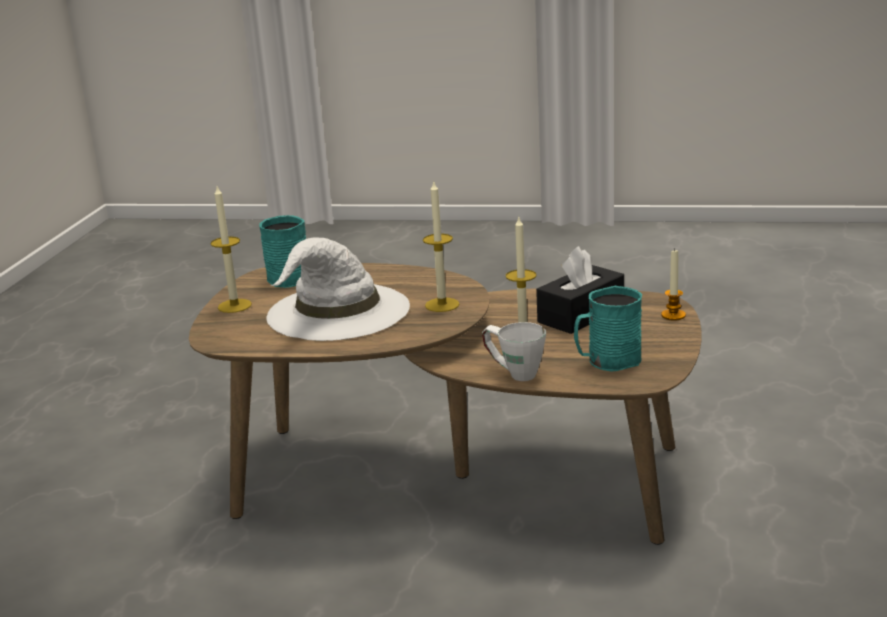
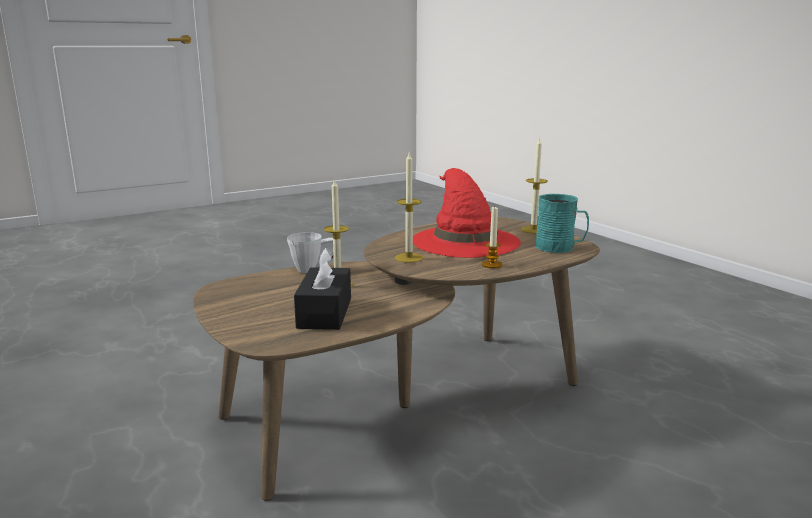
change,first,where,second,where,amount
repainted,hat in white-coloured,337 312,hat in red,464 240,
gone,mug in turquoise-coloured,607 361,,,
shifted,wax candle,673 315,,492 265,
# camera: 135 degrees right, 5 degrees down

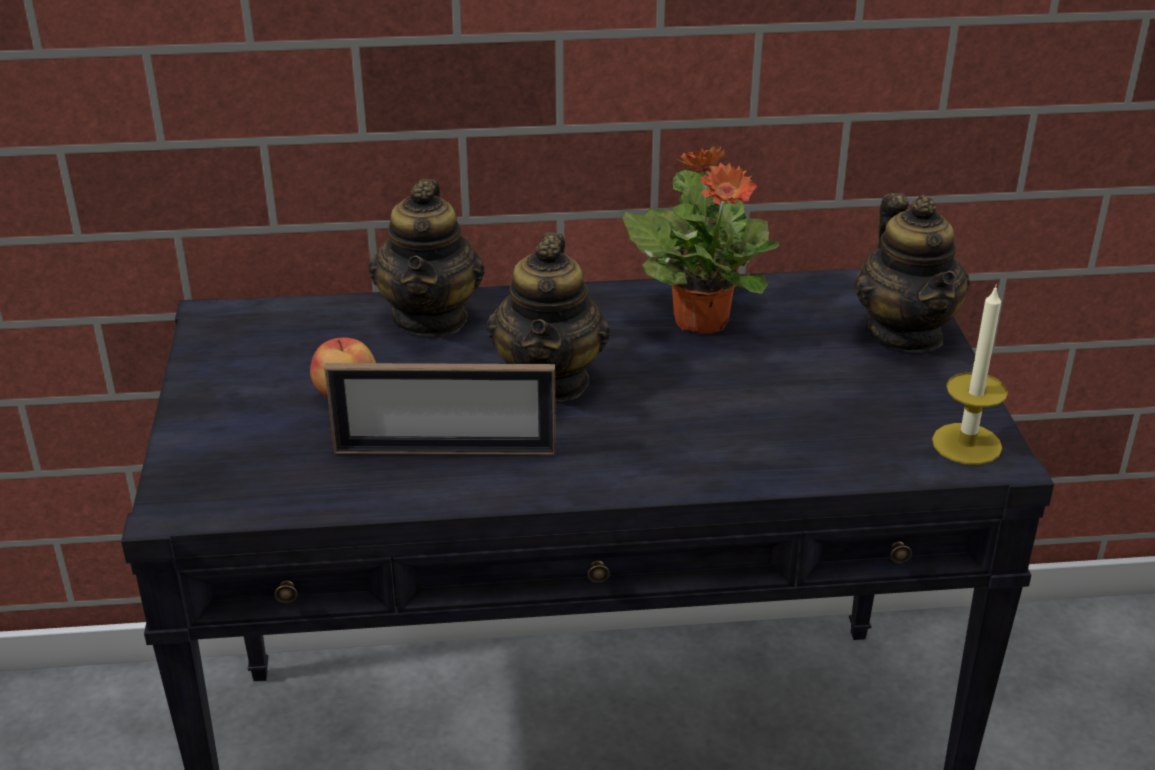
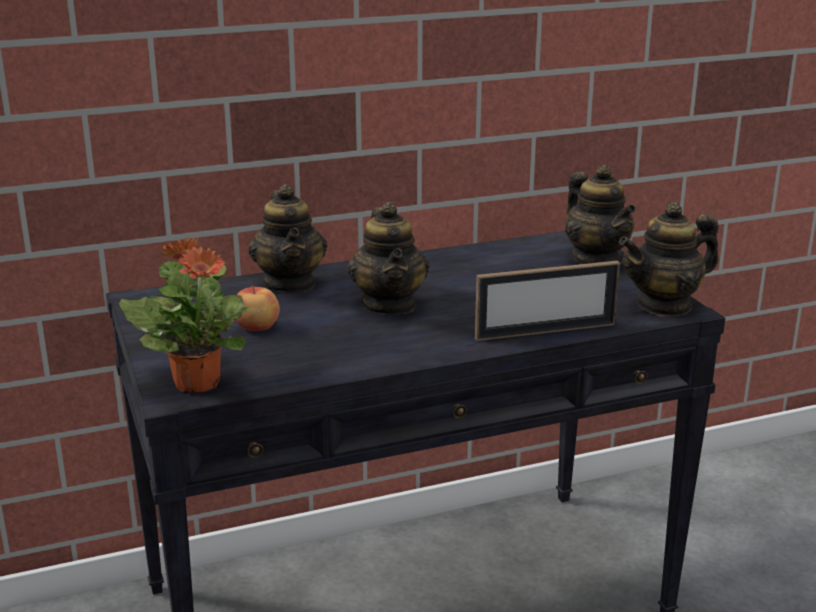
change,first,where,second,where,amount
shifted,photo frame,445 451,,545 331,
shifted,potted plant,701 320,,197 382,
swapped,wax candle,966 444,teapot,664 305,
# camera: 15 degrees left, 10 degrees down

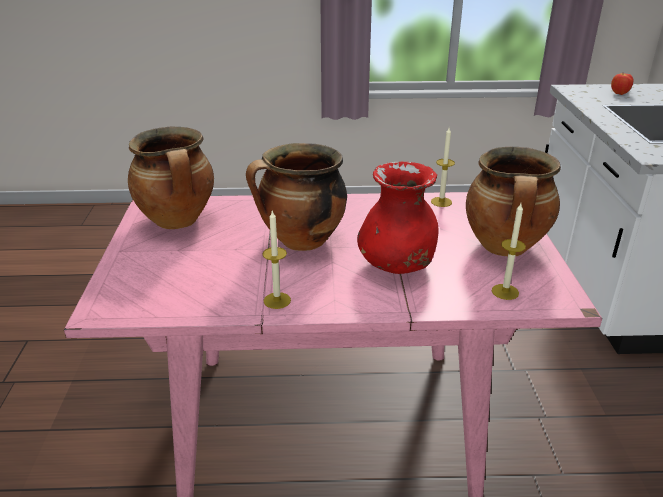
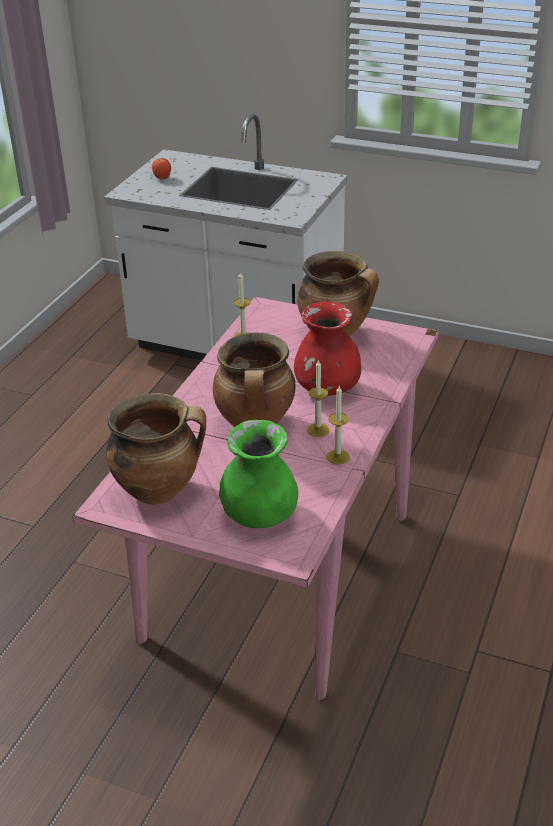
change,first,where,second,where,amount
shifted,wax candle,505 292,,318 430,
new,,,decorative vase in greenish,259 515,
# camera: 65 degrees left, 5 degrees up

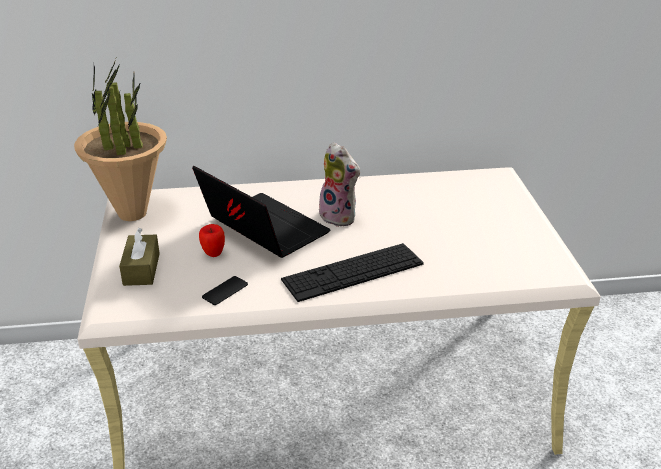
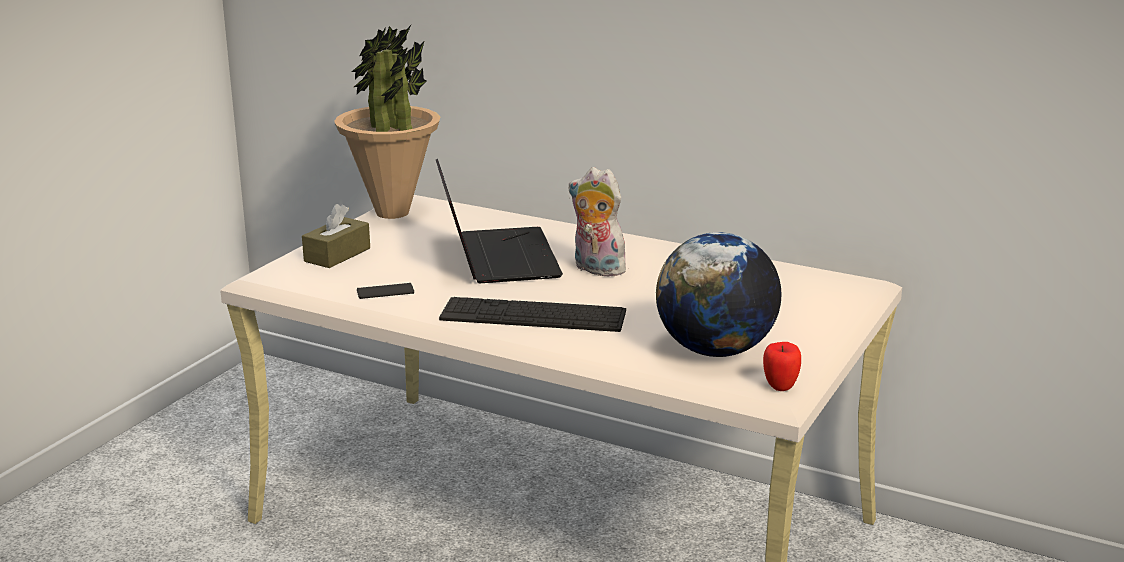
change,first,where,second,where,amount
shifted,apple,213 253,,780 387,
rotated,plush toy,340 217,,596 269,135 degrees clockwise
new,,,desk globe,715 350,
# camera: 35 degrees right, 10 degrees down

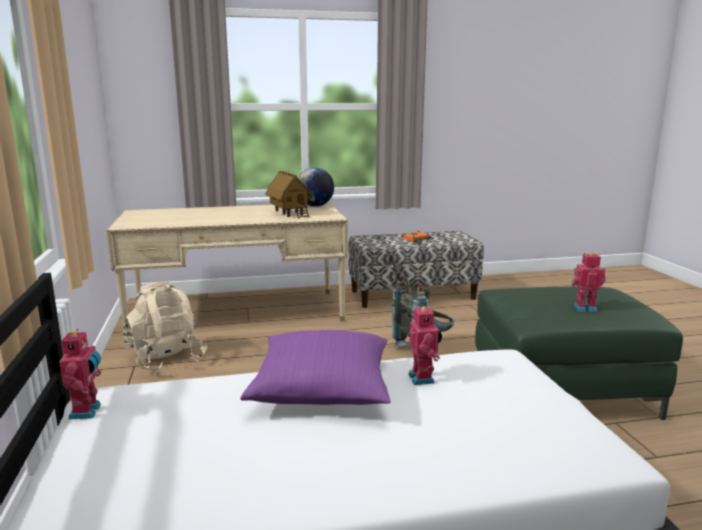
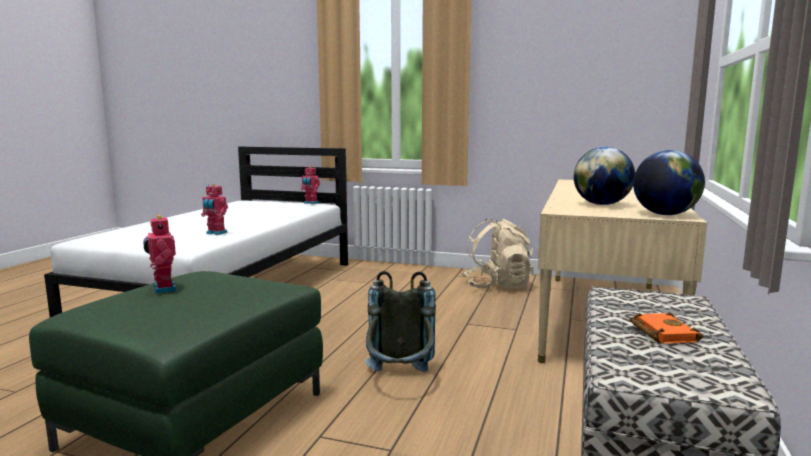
change,first,where,second,where,amount
gone,pillow in purple-coloured,322 389,,,
swapped,model house,289 214,desk globe,601 204,
rotated,robot figure,584 308,,163 289,120 degrees clockwise
# camera: 120 degrees right, 5 degrees down

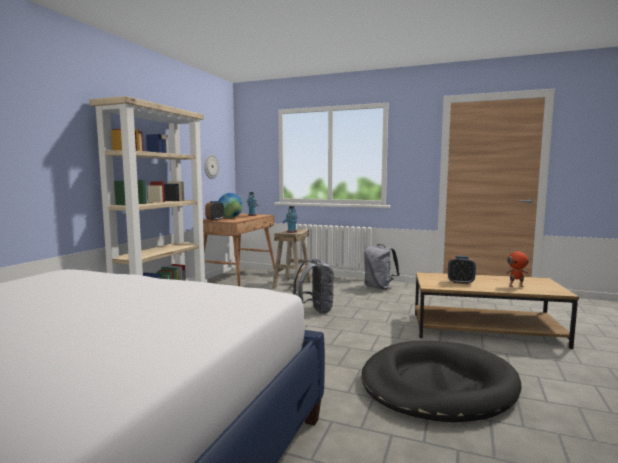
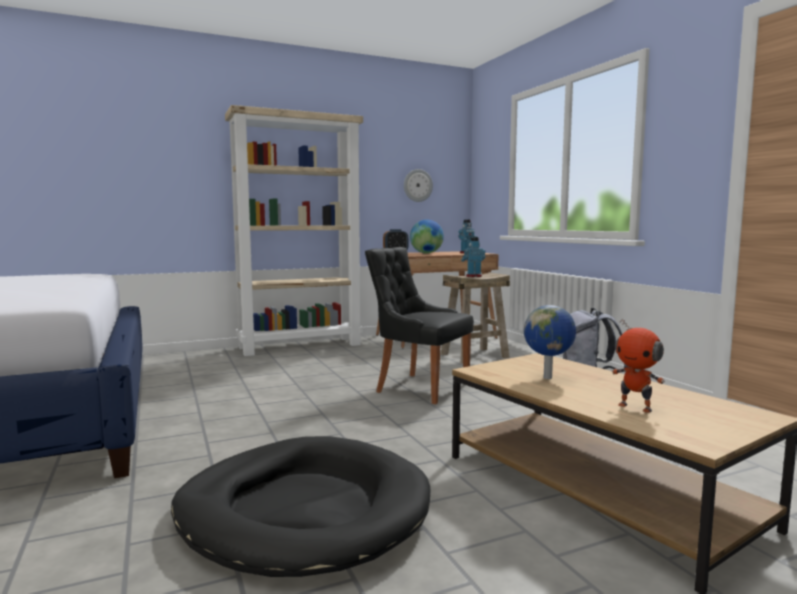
change,first,where,second,where,amount
swapped,knapsack in gray,315 310,upright chair in black-coloured,419 387,
swapped,table clock,460 282,desk globe,548 378,
# camera: 45 degrees right, 0 degrees up

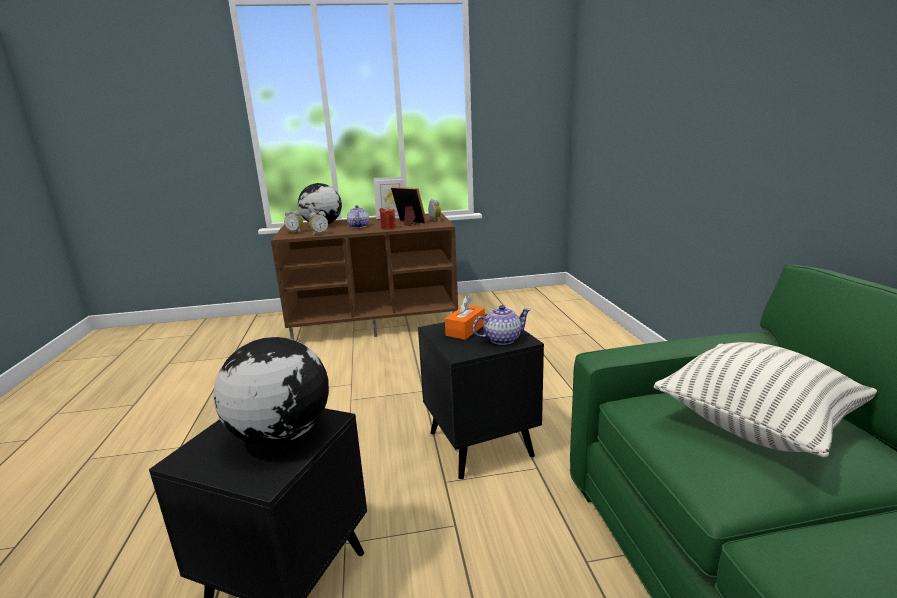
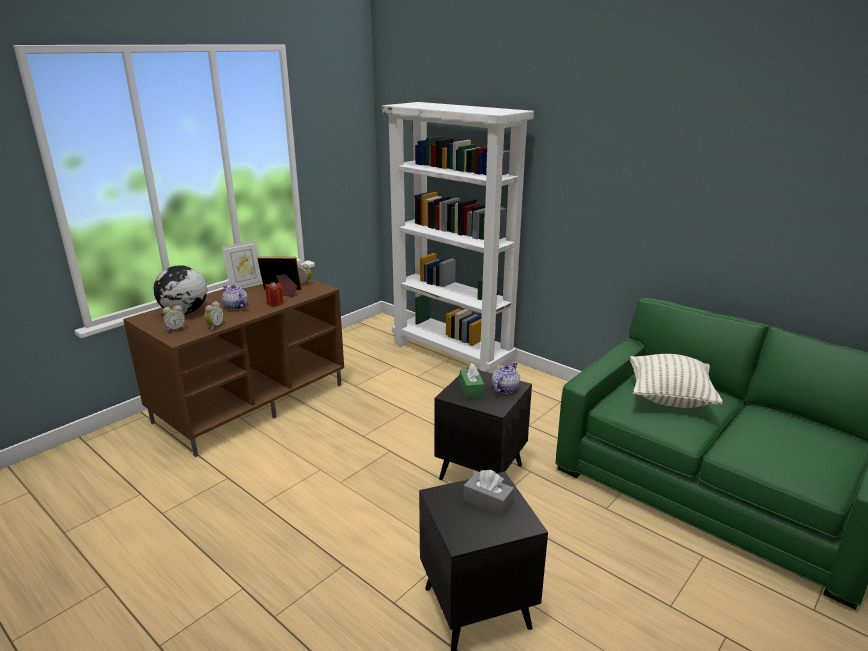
change,first,where,second,where,amount
swapped,desk globe,280 435,tissue box in gray,488 502,
repainted,tissue box in orangey,465 330,tissue box in greenish,471 389,
new,,,shelving unit in white-coloured,453 354,
# camera: 40 degrees left, 5 degrees up

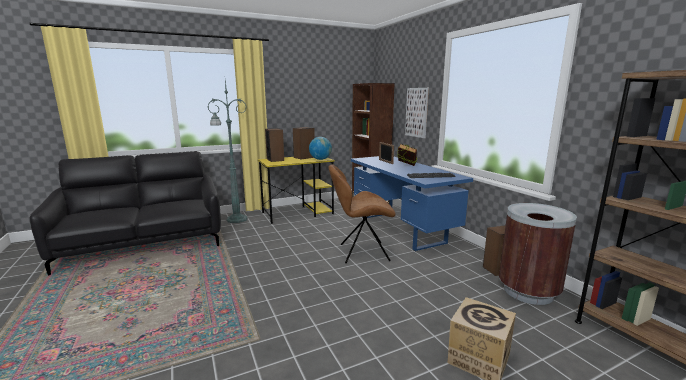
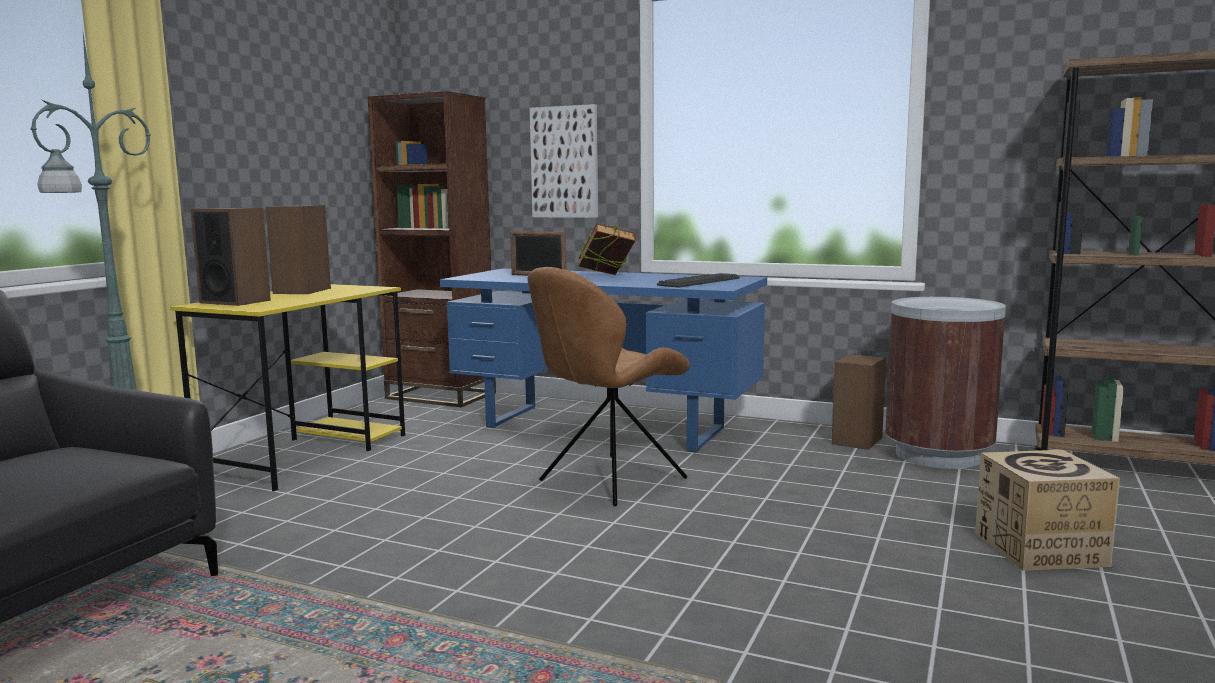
change,first,where,second,where,amount
gone,desk globe,320 159,,,
# camera: 40 degrees left, 5 degrees down

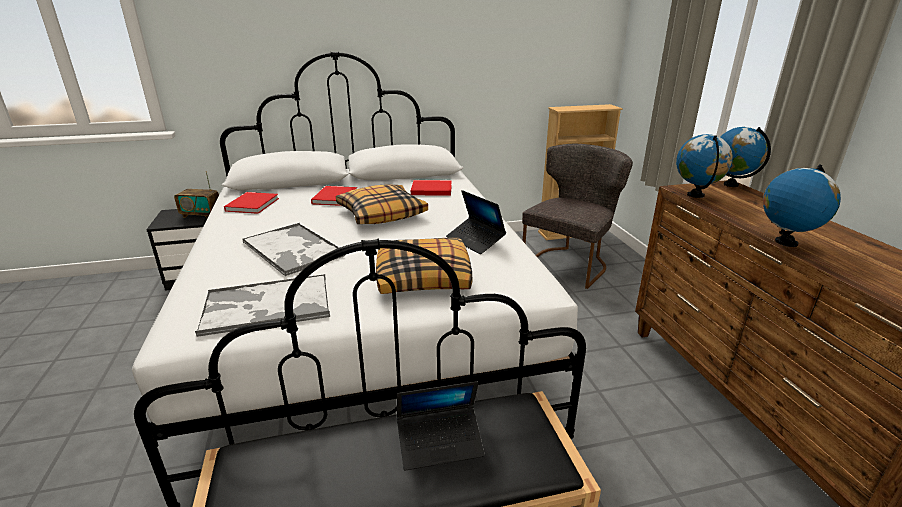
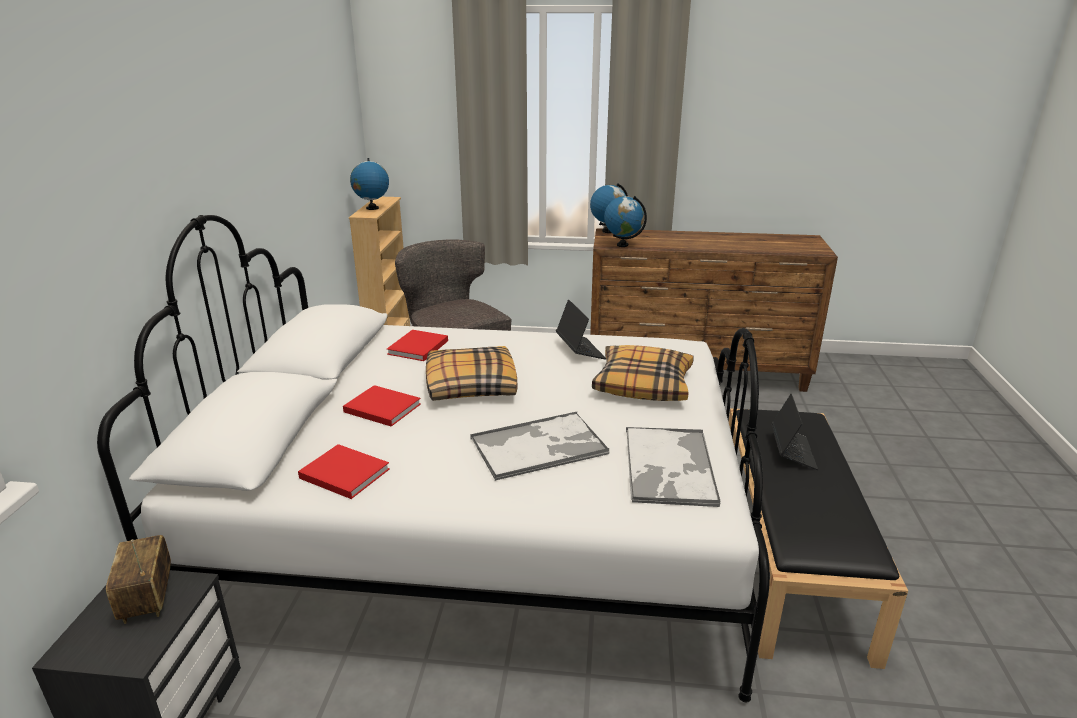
change,first,where,second,where,amount
rotated,radio receiver,201 215,,147 598,135 degrees clockwise
rotated,portable computer,475 241,,580 350,90 degrees counterclockwise
shifted,desk globe,786 242,,372 208,
# camera: 70 degrees left, 0 degrees up

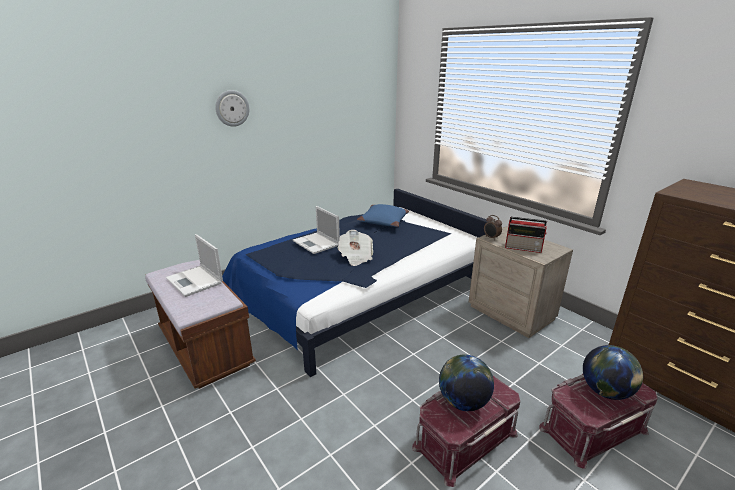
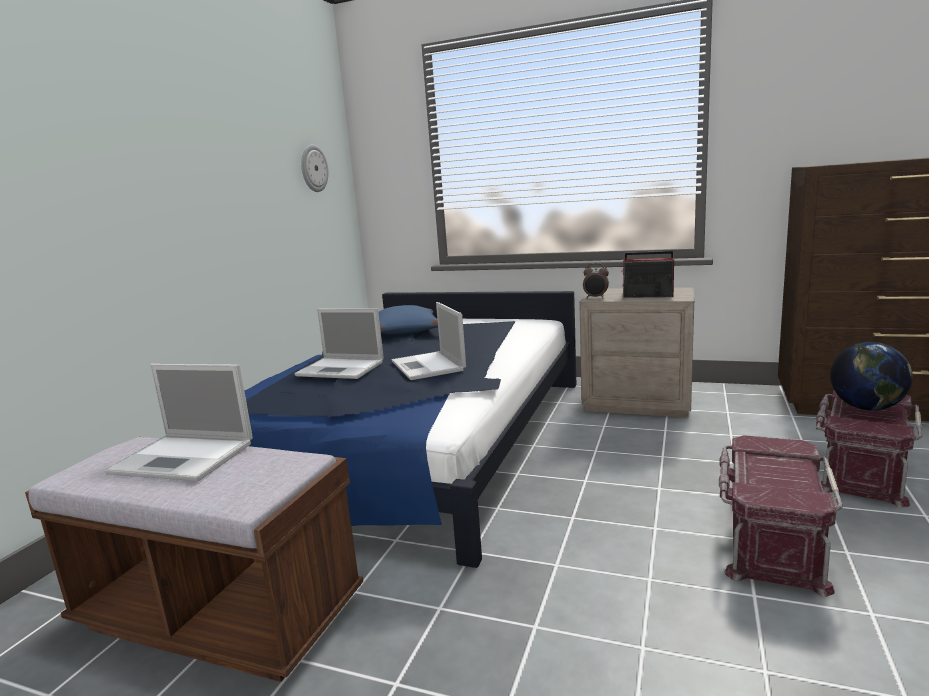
change,first,where,second,where,amount
shifted,wall clock,232 108,,313 168,
swapped,printed paper,356 257,portable computer,428 366,
gone,desk globe,463 402,,,
rotated,radio receiver,524 248,,647 296,150 degrees counterclockwise
# camera: 30 degrees left, 10 degrees down

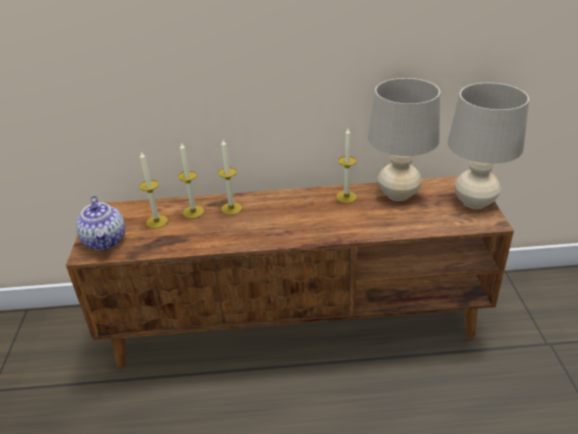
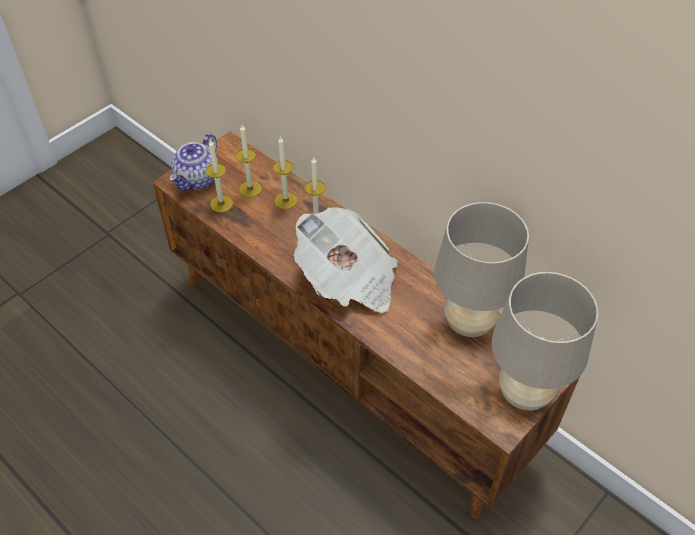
change,first,where,second,where,amount
shifted,wax candle,346 197,,221 204,
new,,,printed paper,348 279,
# camera: 45 degrees right, 15 degrees up

